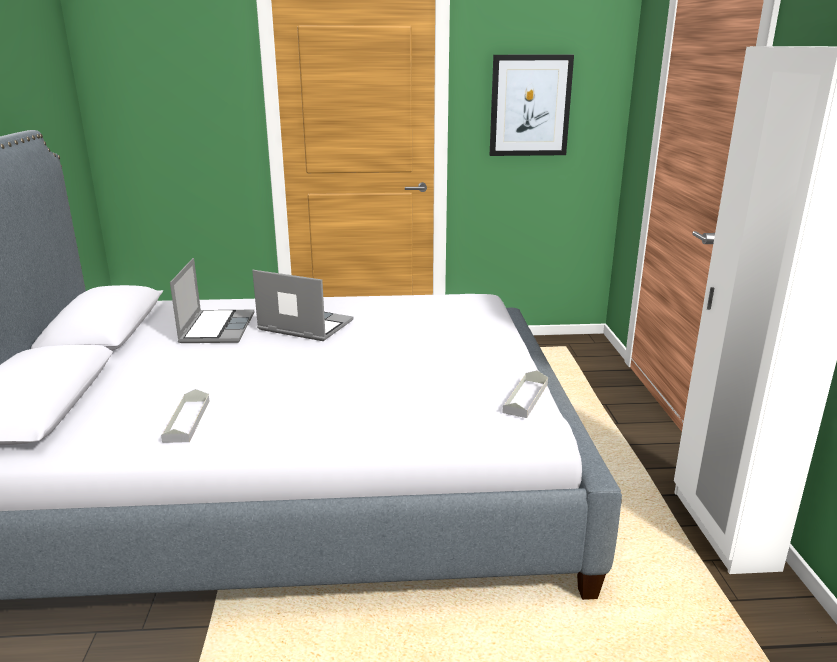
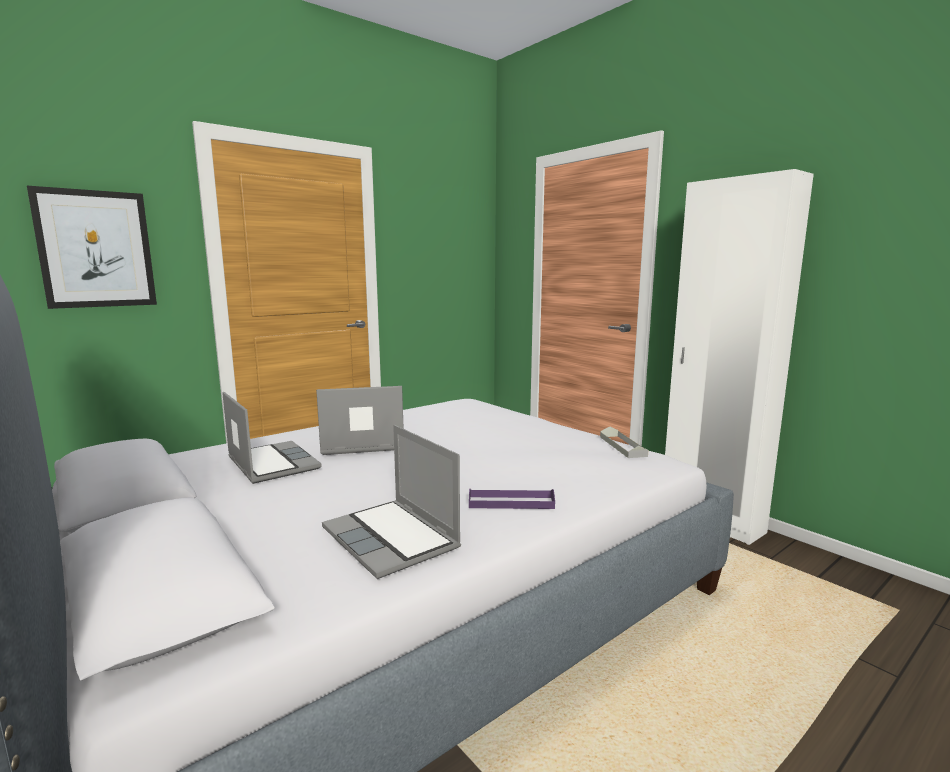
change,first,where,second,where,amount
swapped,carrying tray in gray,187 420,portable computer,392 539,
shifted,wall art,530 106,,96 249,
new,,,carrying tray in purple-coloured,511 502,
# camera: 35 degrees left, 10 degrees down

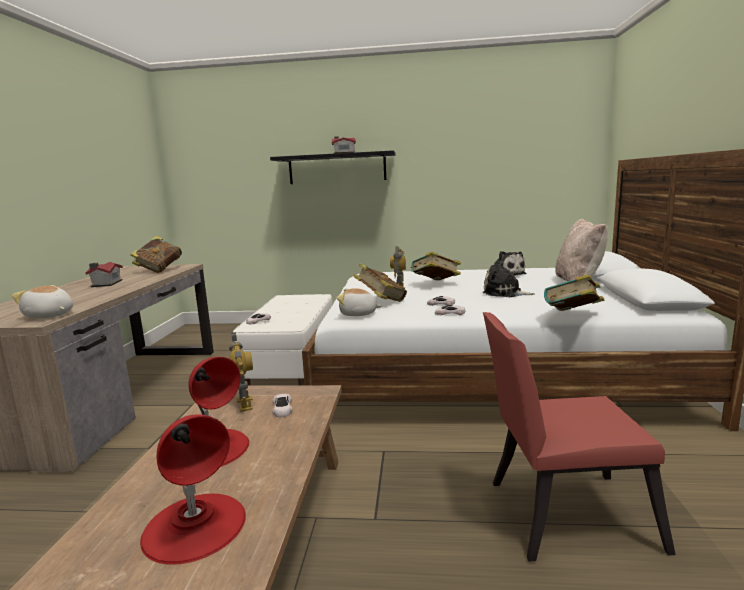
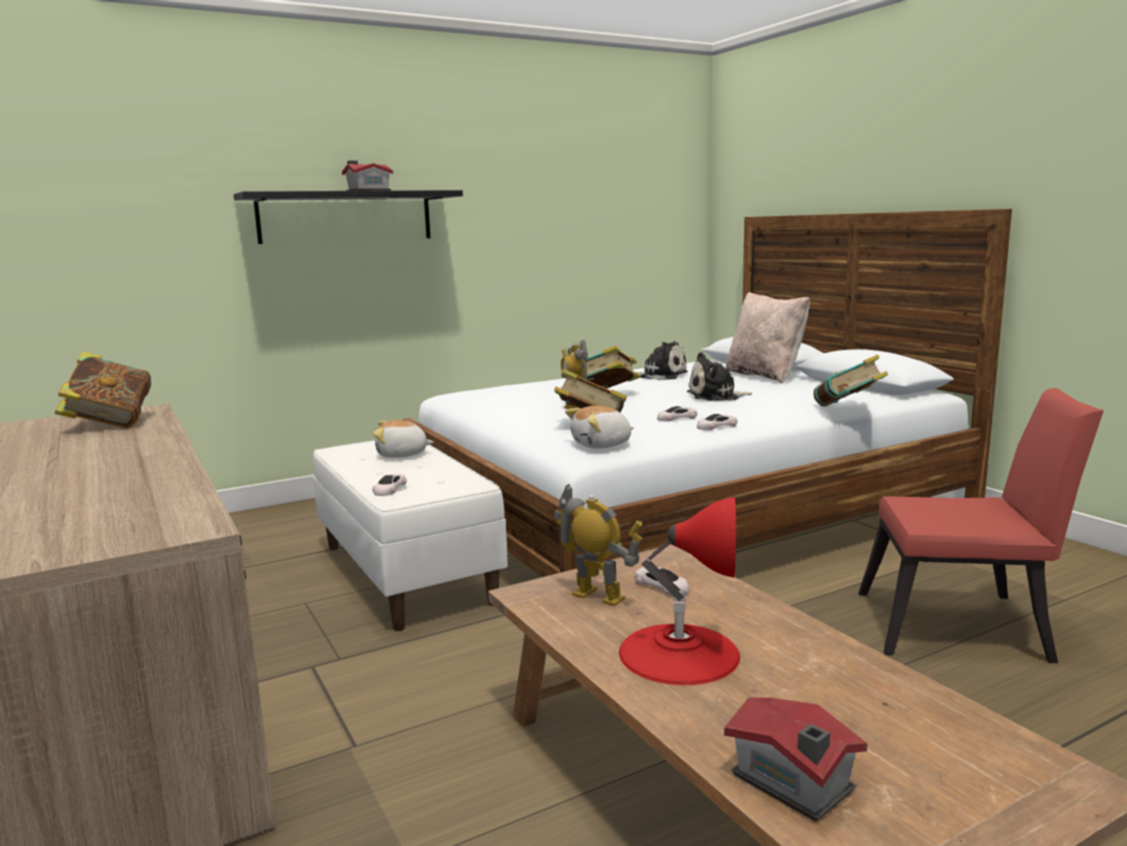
change,first,where,second,where,amount
shifted,plush toy,49 316,,402 455,
shifted,model house,105 284,,793 785,
gone,tabletop lamp in red,195 526,,,
rotated,upright chair in red,560 514,,964 627,135 degrees counterclockwise
# camera: 35 degrees left, 0 degrees up

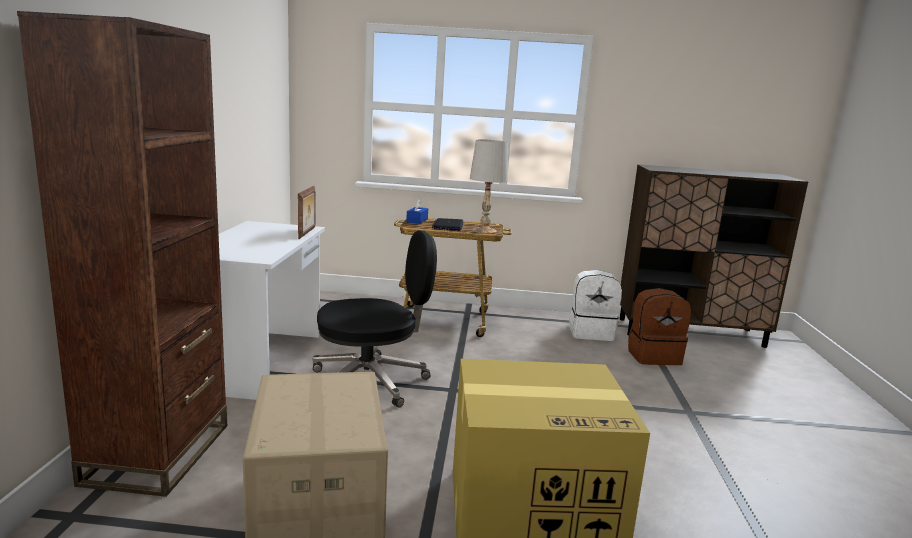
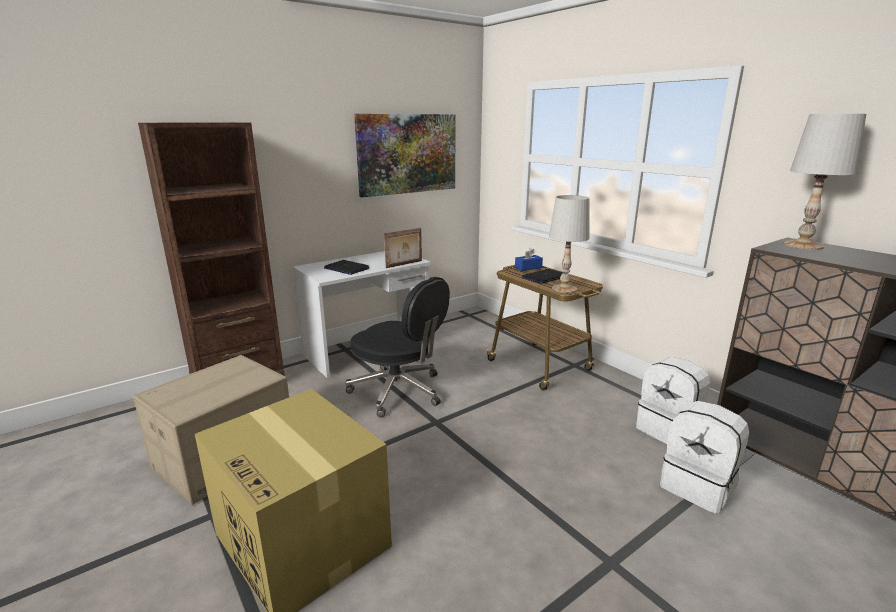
change,first,where,second,where,amount
repainted,knapsack in brown-coloured,653 356,knapsack in white-coloured,698 487,
new,,,portable computer,346 268,
new,,,wall art,407 154,
new,,,tabletop lamp in white-coloured,803 245,
# camera: 50 degrees right, 5 degrees up

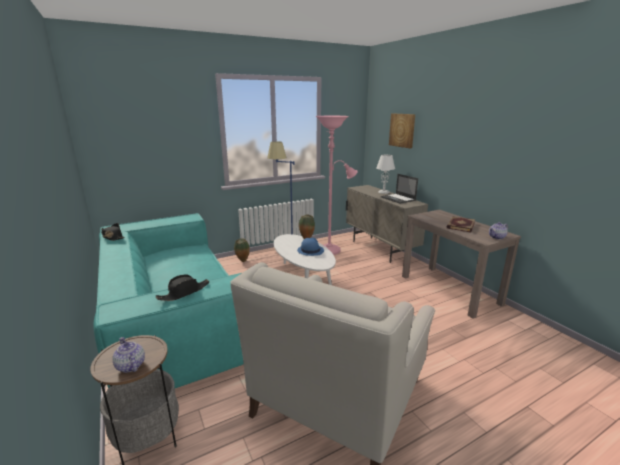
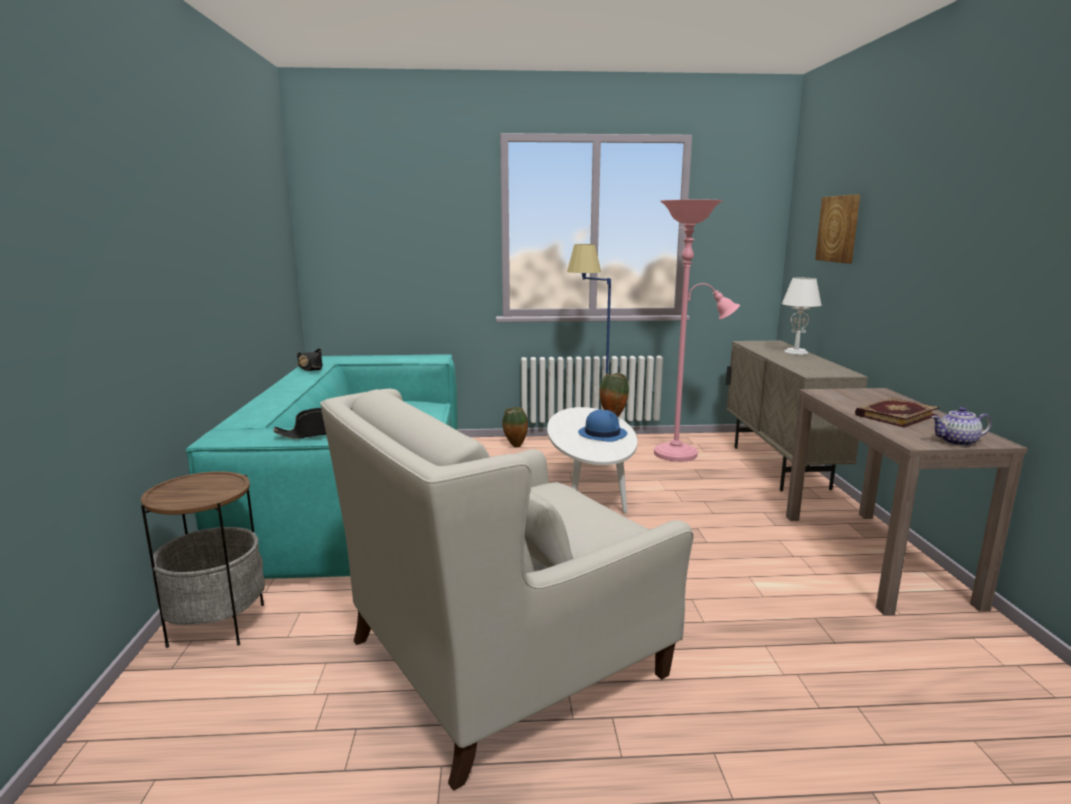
change,first,where,second,where,amount
gone,teapot,130 365,,,
gone,portable computer,398 199,,,
# camera: 25 degrees right, 5 degrees down

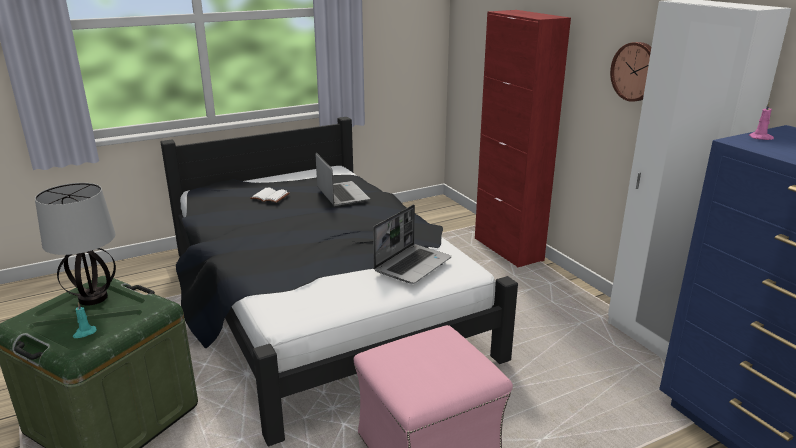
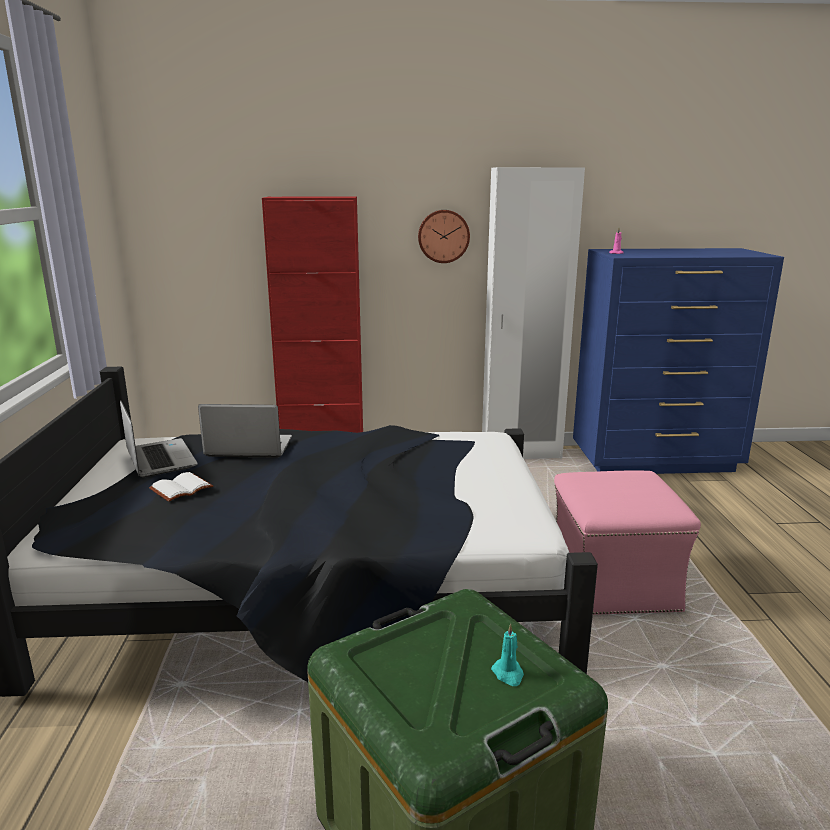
change,first,where,second,where,amount
gone,tabletop lamp,92 298,,,
shifted,portable computer,412 264,,159 459,
# camera: 65 degrees left, 5 degrees down

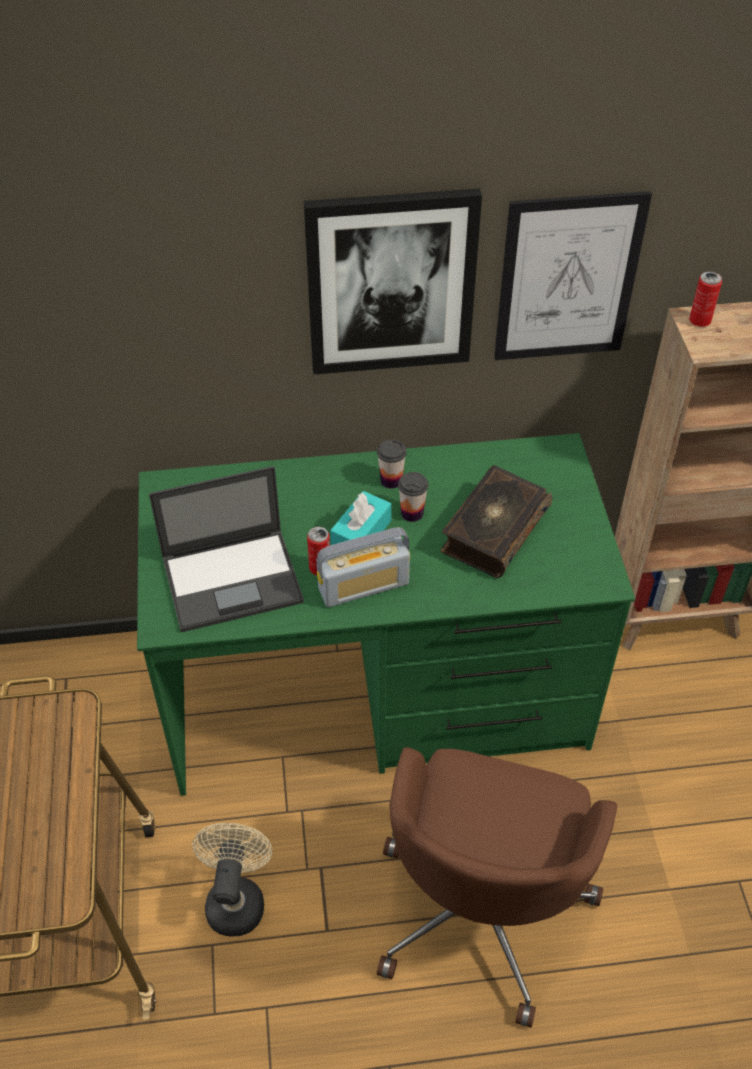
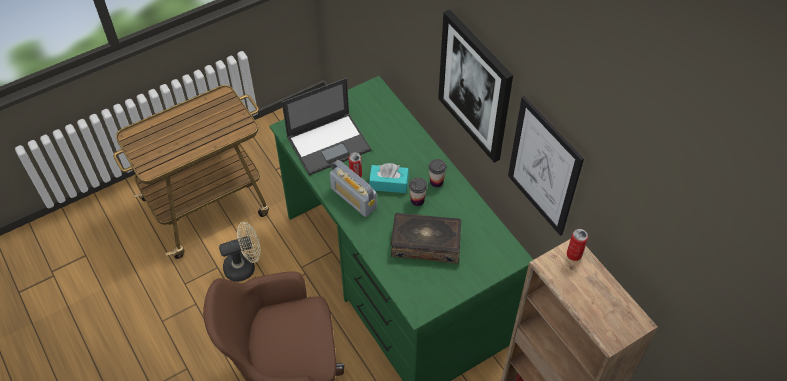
change,first,where,second,where,amount
rotated,portable computer,234 579,,329 143,75 degrees counterclockwise
# camera: 65 degrees right, 5 degrees up

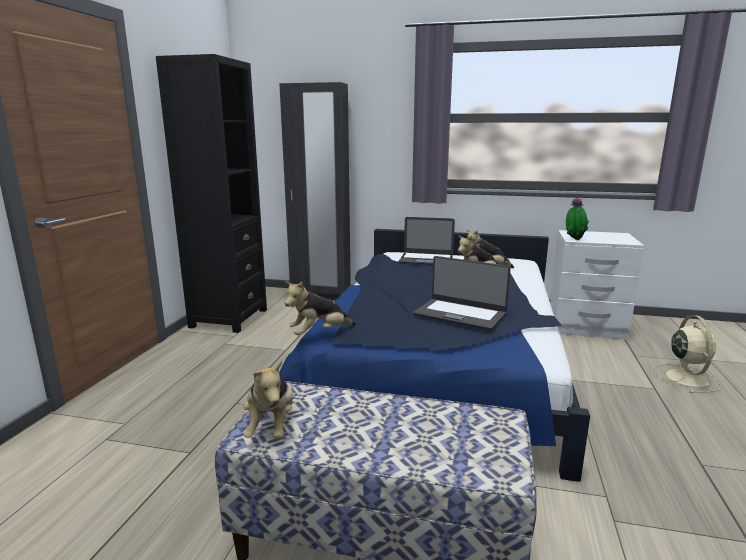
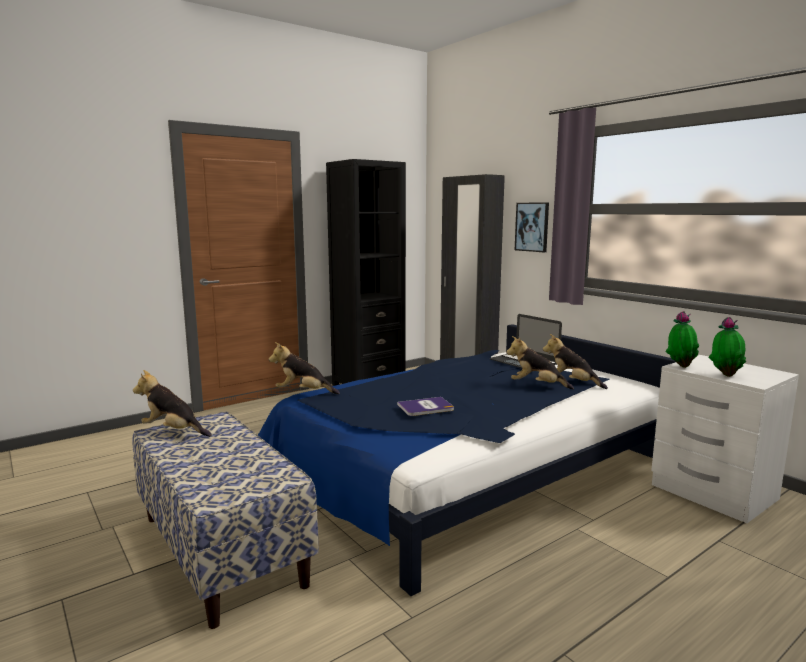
change,first,where,second,where,amount
rotated,plush toy,271 426,,173 431,75 degrees clockwise
swapped,portable computer,460 314,bound book,425 407,
gone,fan in beige,685 377,,,
new,,,wall art,532 227,
new,,,potted plant,725 375,
# camera: 40 degrees right, 5 degrees down

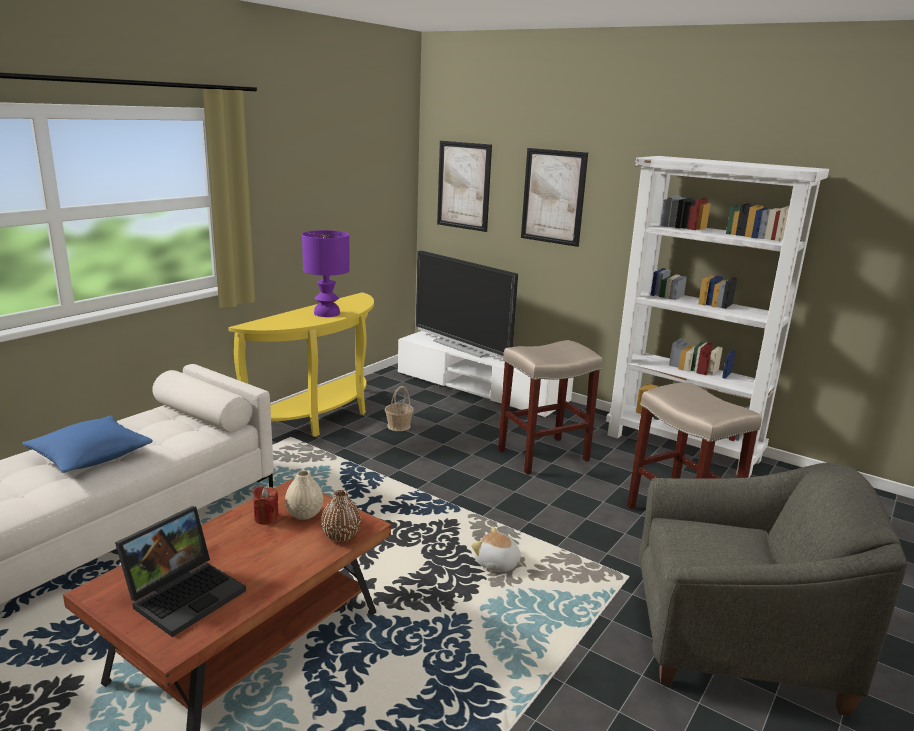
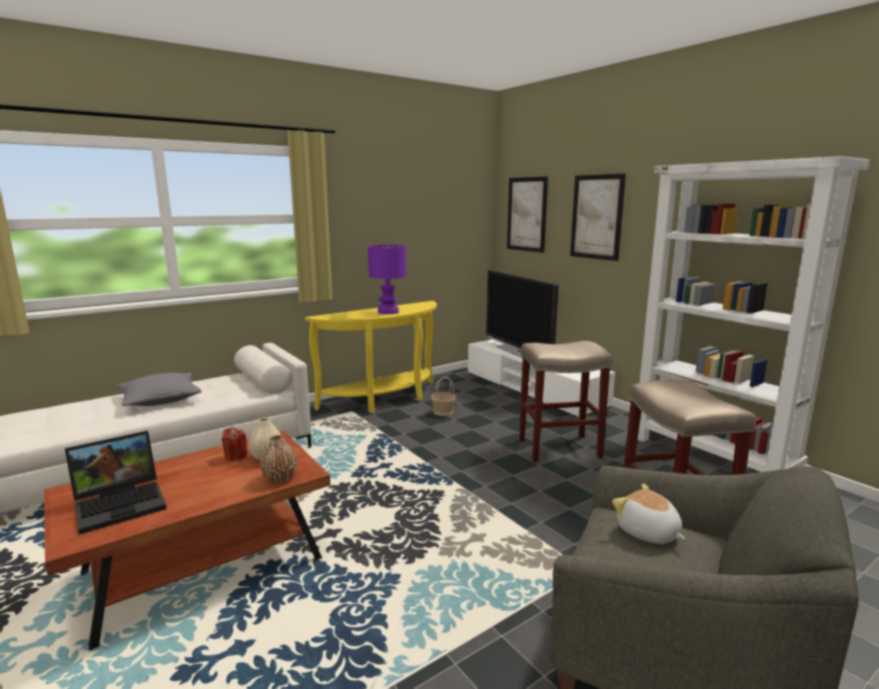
change,first,where,second,where,amount
repainted,pillow in blue,90 456,pillow in gray,161 400,
shifted,plush toy,497 564,,647 533,
# camera: 20 degrees right, 5 degrees down

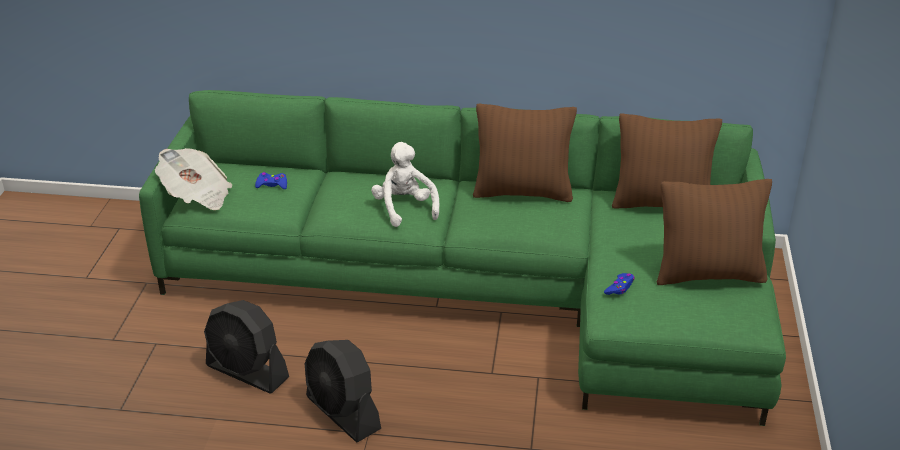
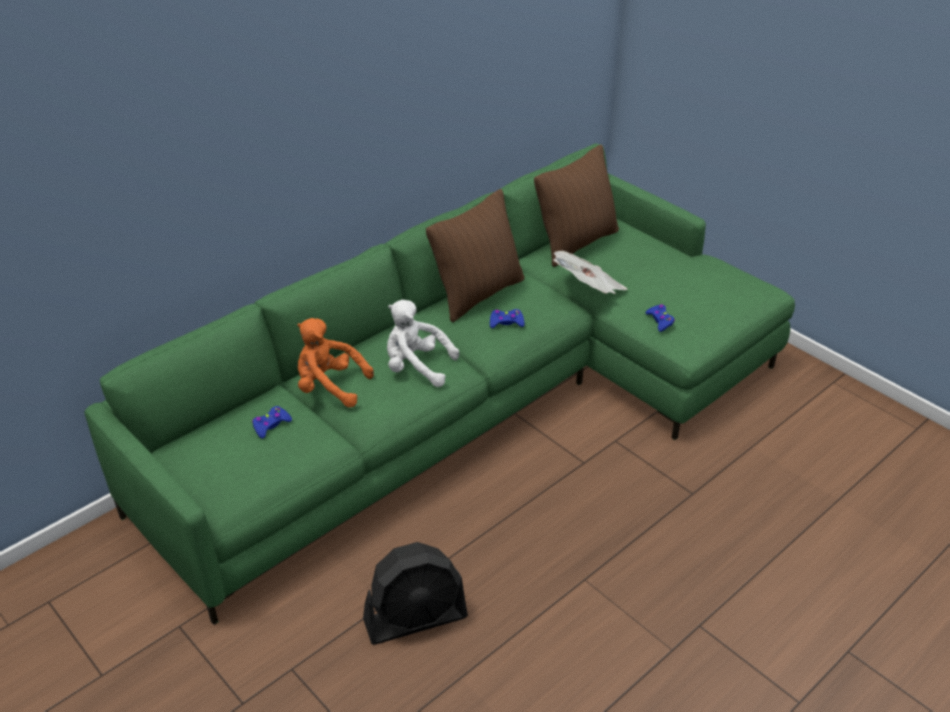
change,first,where,second,where,amount
shifted,printed paper,197 195,,588 290,
gone,fan in black-coloured,343 413,,,
gone,pillow in brown-coloured,708 274,,,
new,,,plush toy in orangey,329 387,
new,,,joypad in blue,506 322,
# camera: 50 degrees left, 5 degrees up

